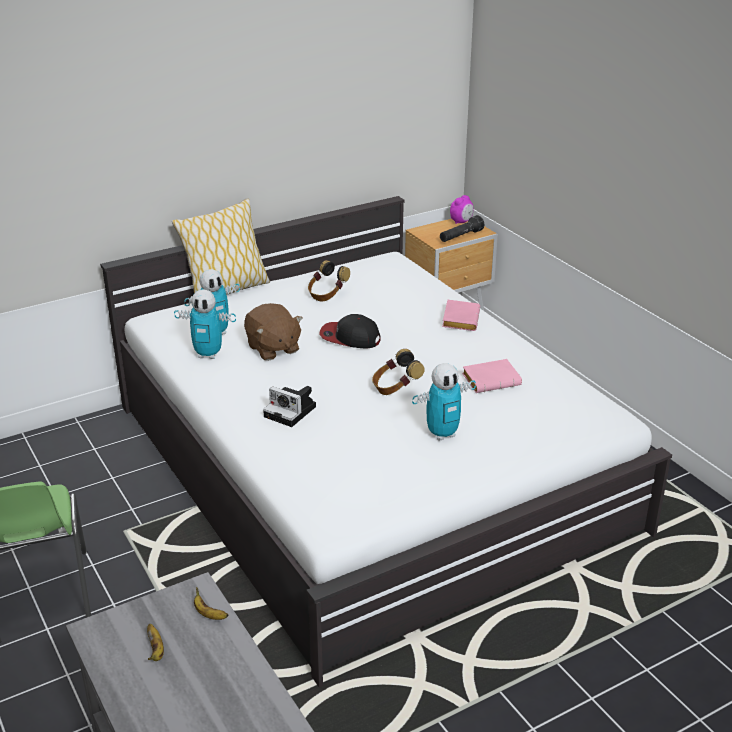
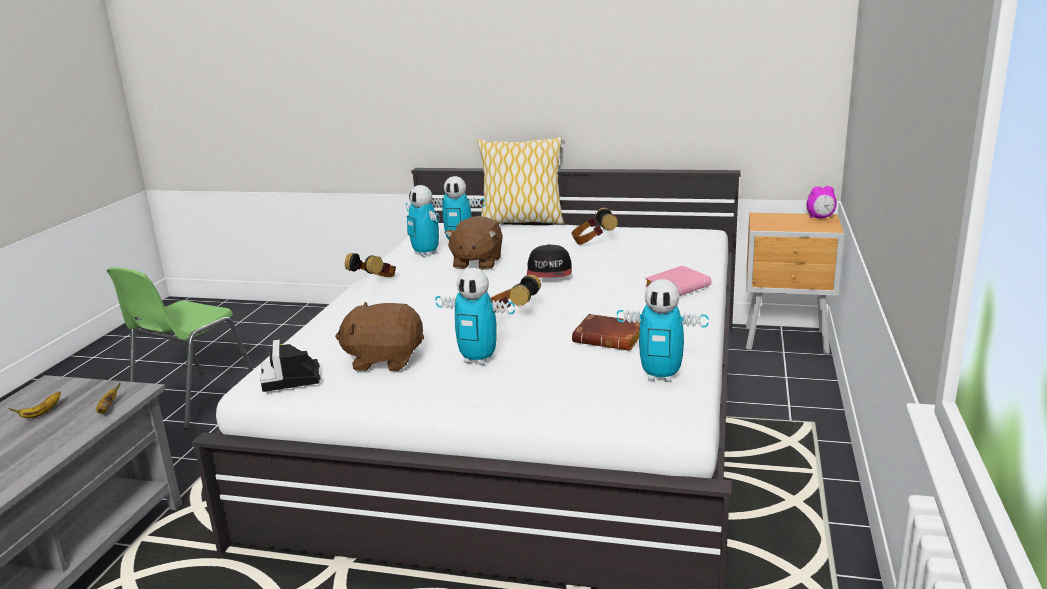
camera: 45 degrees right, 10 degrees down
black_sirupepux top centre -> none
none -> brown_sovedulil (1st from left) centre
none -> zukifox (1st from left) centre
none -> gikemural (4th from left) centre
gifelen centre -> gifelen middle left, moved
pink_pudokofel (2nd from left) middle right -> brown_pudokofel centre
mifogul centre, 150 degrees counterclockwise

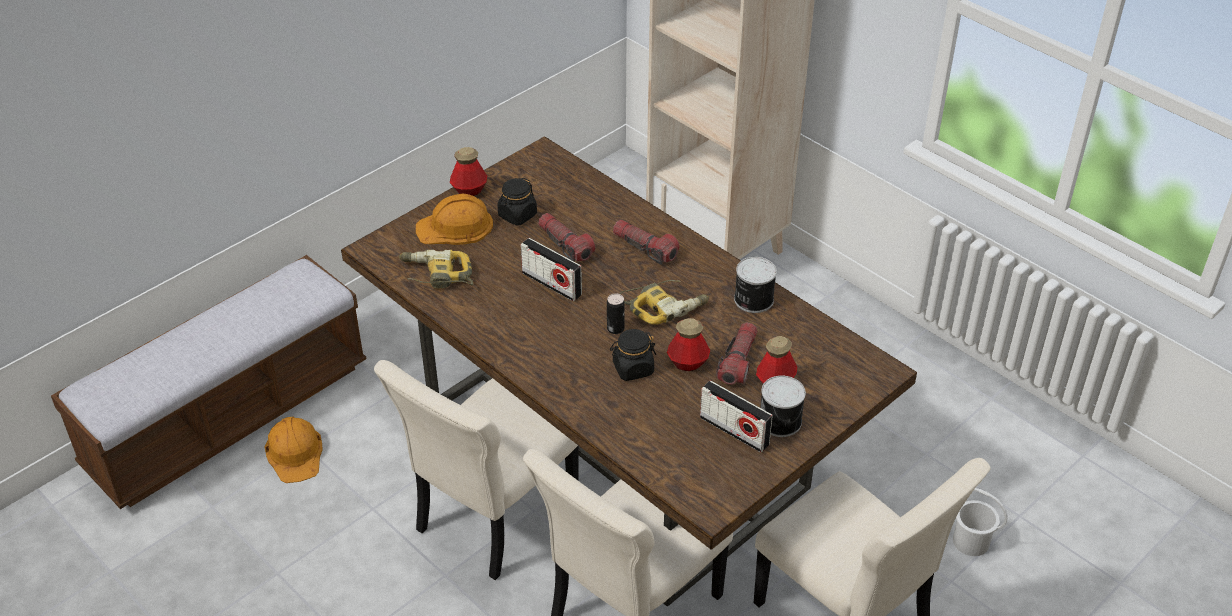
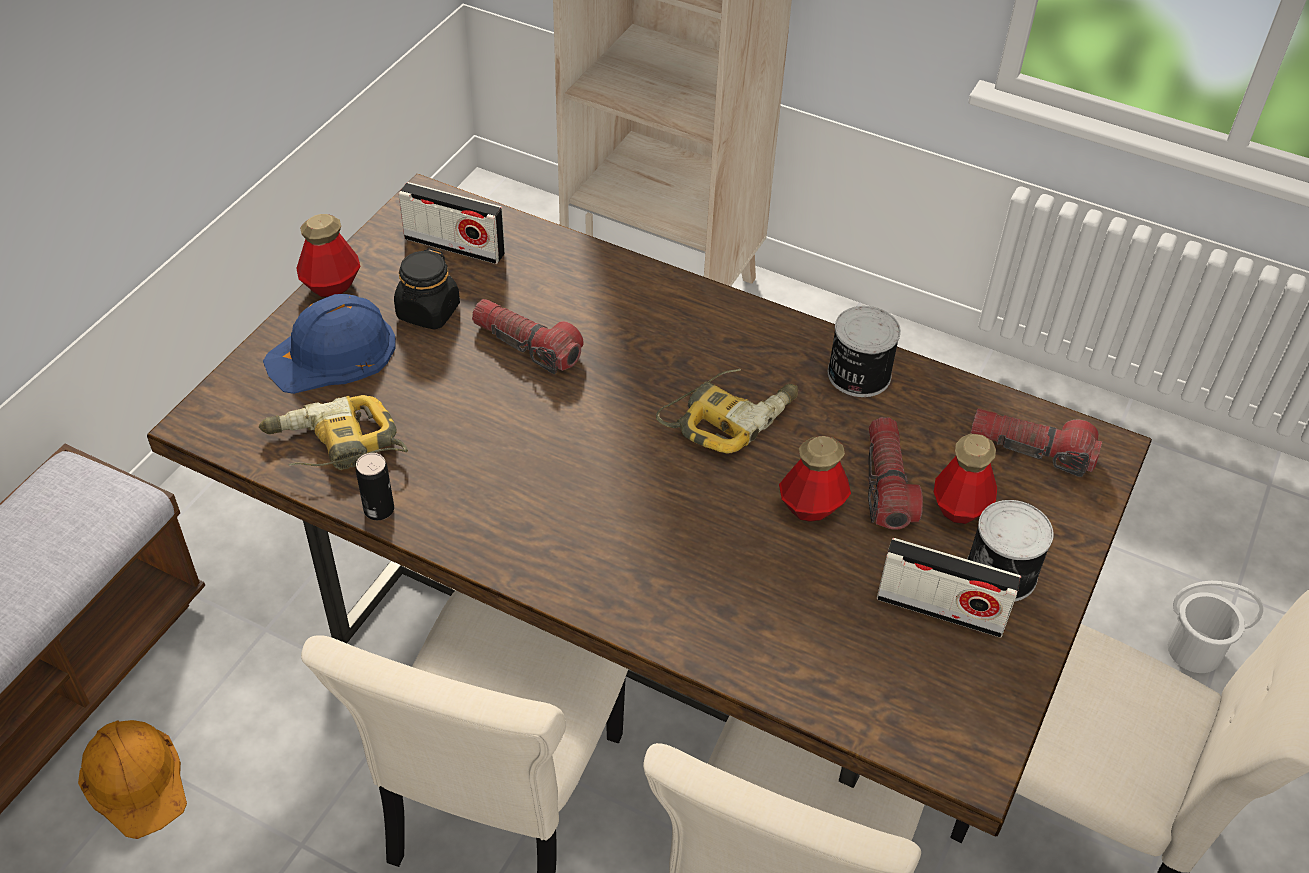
camera: 20 degrees left, 5 degrees up
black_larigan (2nd from left) centre -> none
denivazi (1st from left) centre -> denivazi (1st from left) top centre, moved
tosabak (1st from left) centre -> tosabak (1st from left) middle left, moved
sirupepux (2nd from left in the first image) centre -> sirupepux (3rd from left) middle right, moved
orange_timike (2nd from left) centre -> blue_timike middle left

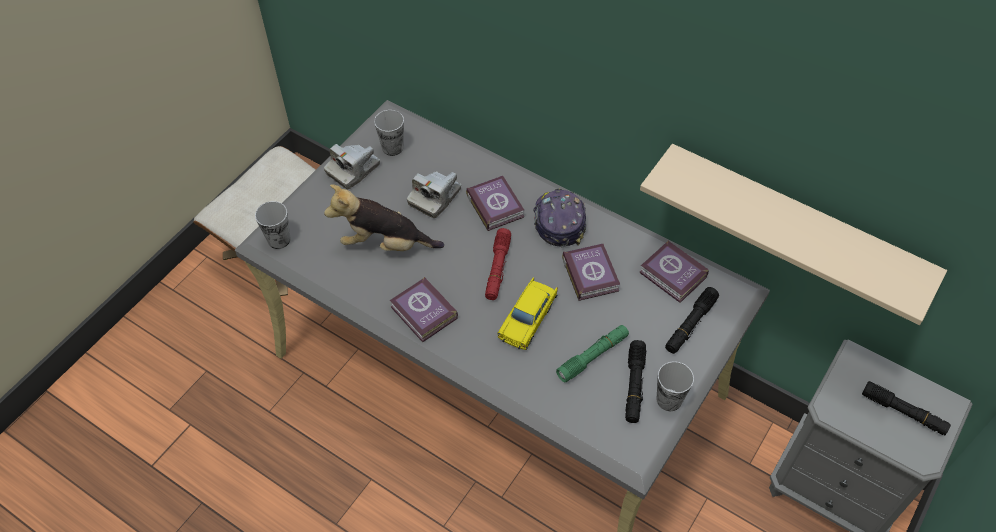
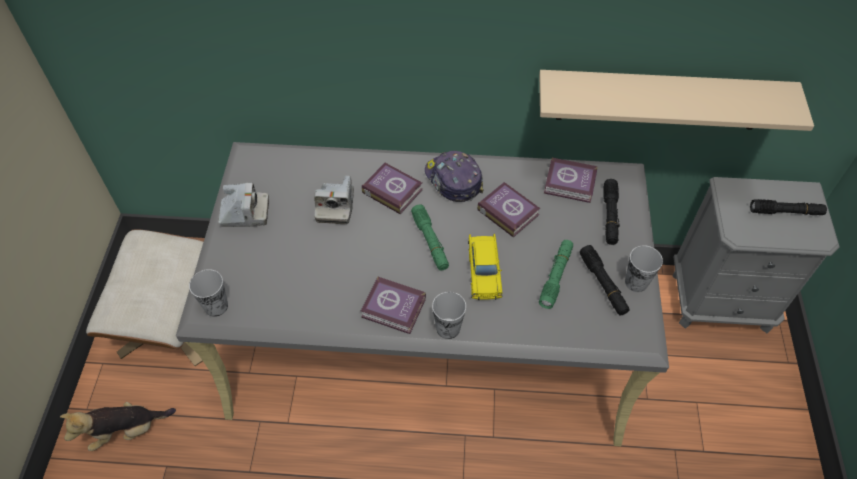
camera: 30 degrees left, 0 degrees up
sovedulil centre -> sovedulil bottom left, moved
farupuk (2nd from left) top centre -> farupuk (2nd from left) centre, moved
red_sirupepux centre -> green_sirupepux (1st from left) centre
gifelen (1st from left) top centre -> gifelen (1st from left) middle left, 105 degrees counterclockwise

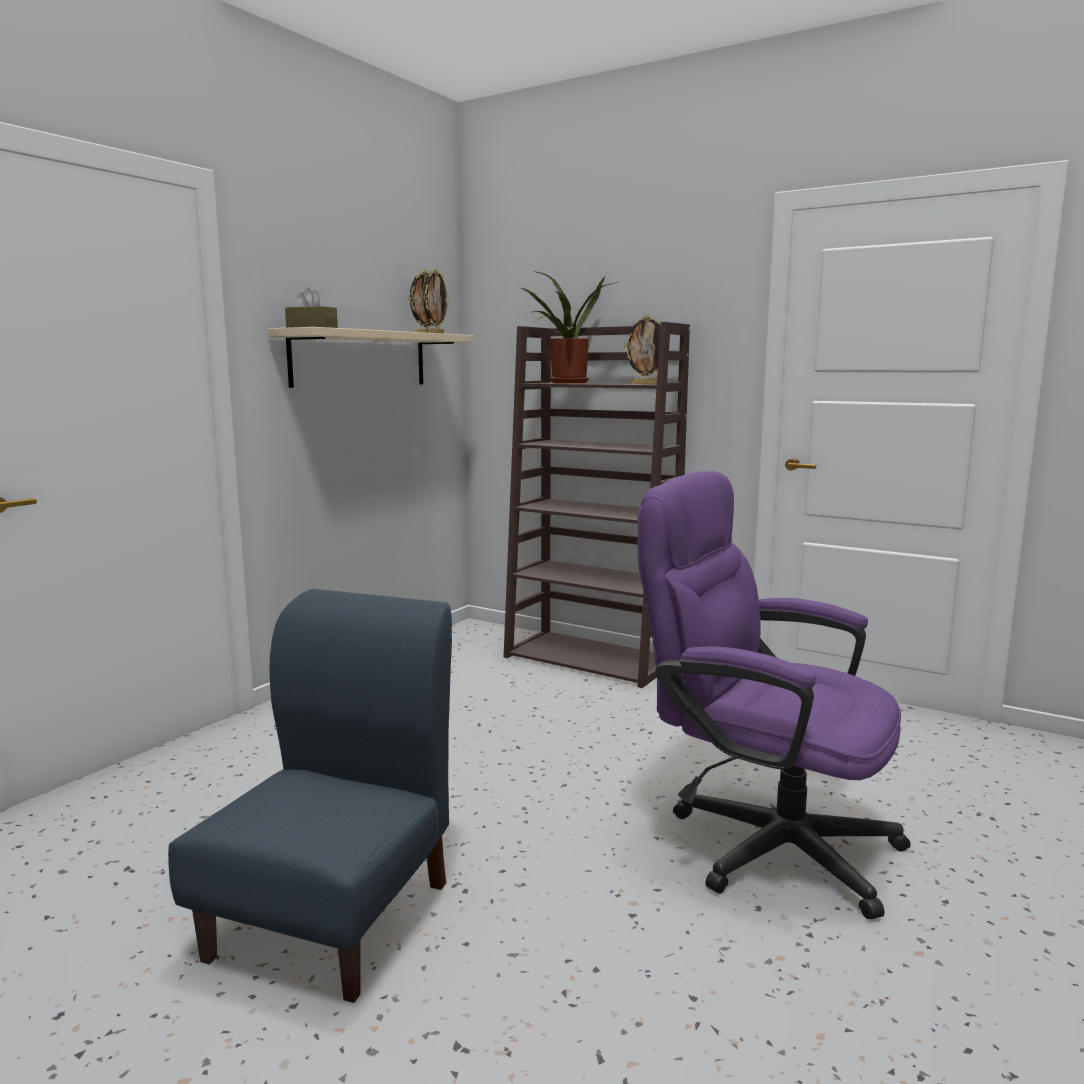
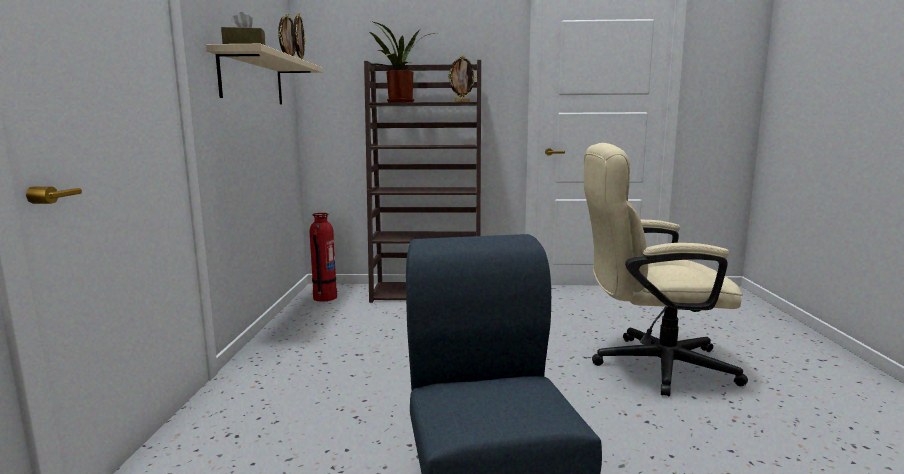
camera: 30 degrees left, 0 degrees up
none -> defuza centre
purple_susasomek middle right -> beige_susasomek middle right

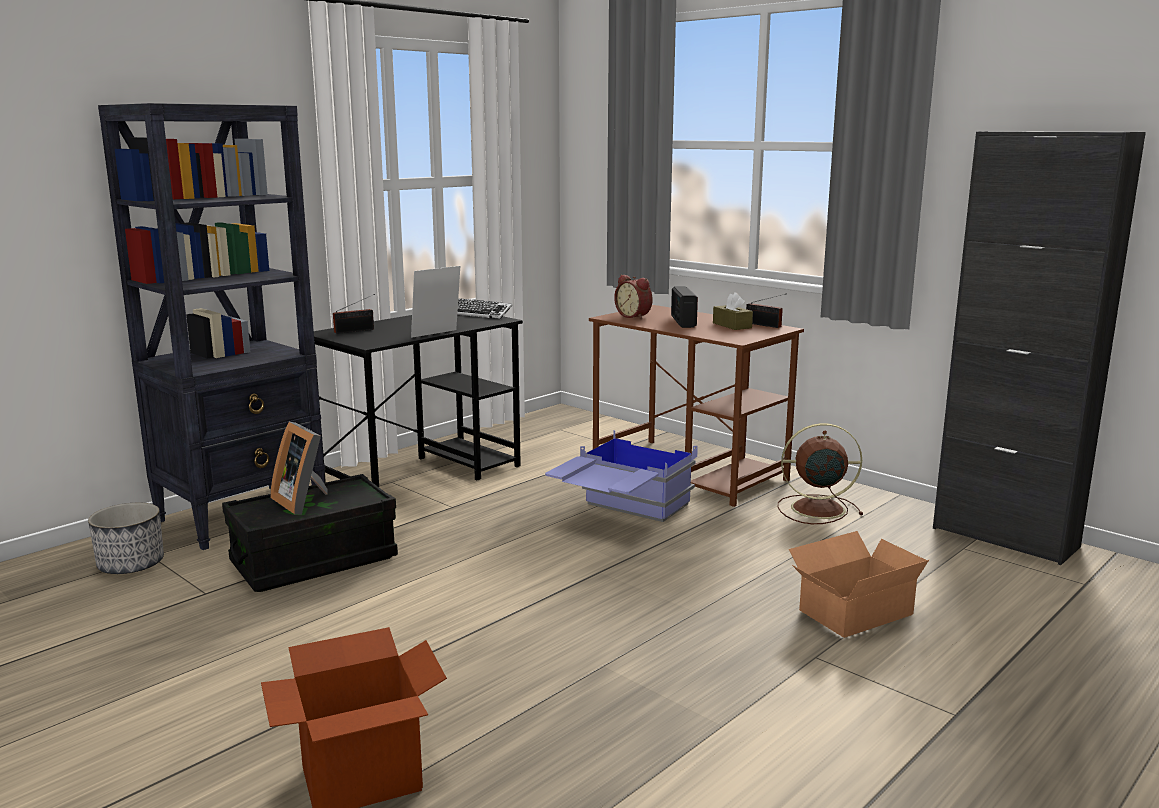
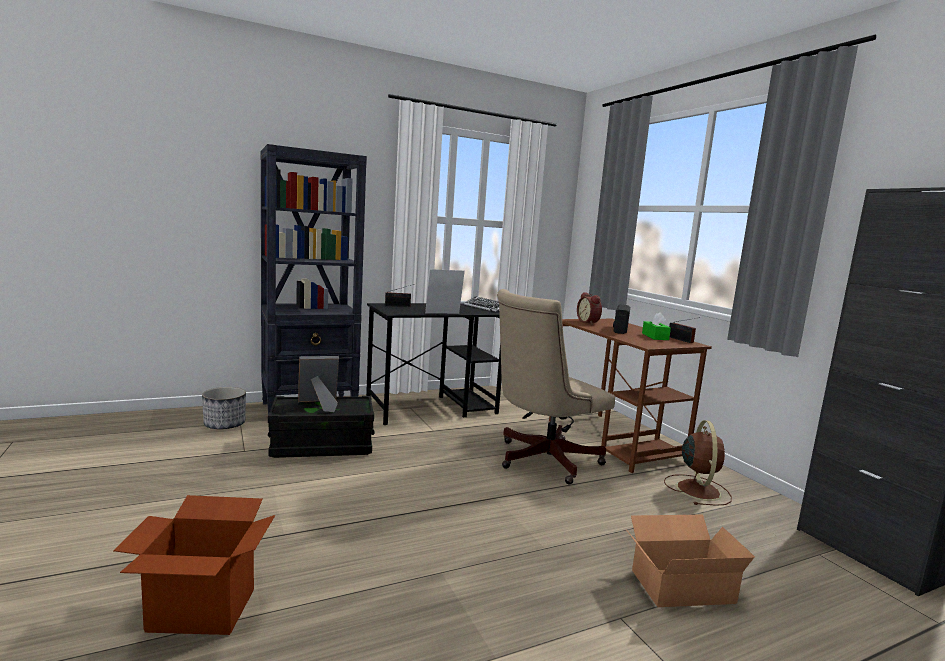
camera: 20 degrees right, 5 degrees down
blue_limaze centre -> beige_susasomek centre
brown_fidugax centre -> green_fidugax middle right
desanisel (1st from left) middle left -> desanisel (1st from left) centre, 90 degrees clockwise
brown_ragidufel middle right -> brown_ragidufel bottom right, 75 degrees clockwise

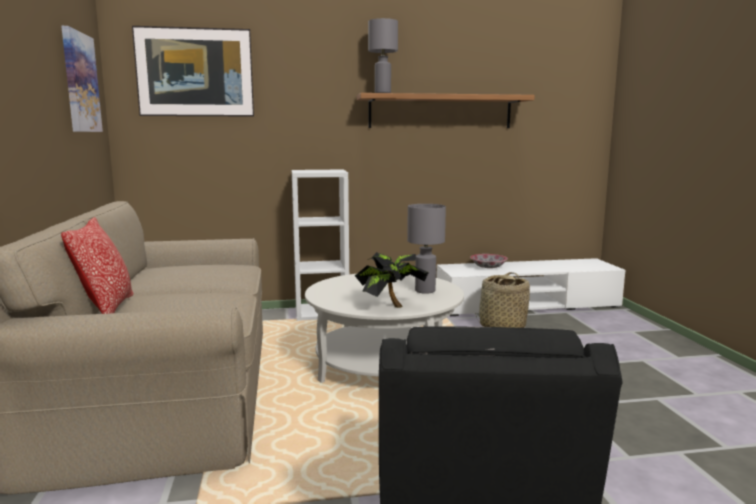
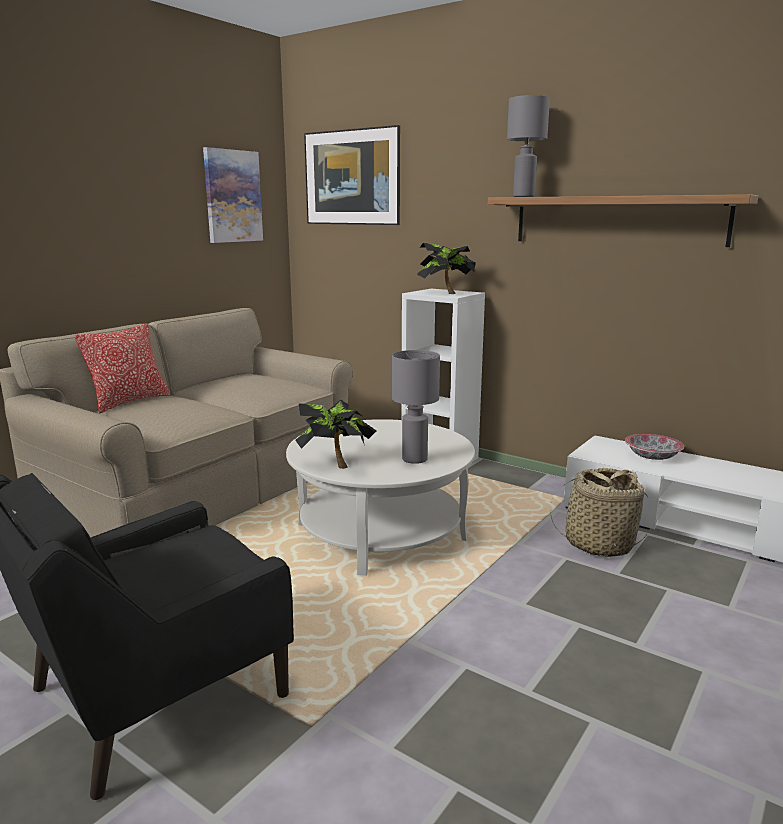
camera: 45 degrees right, 5 degrees up
none -> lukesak (2nd from left) top centre

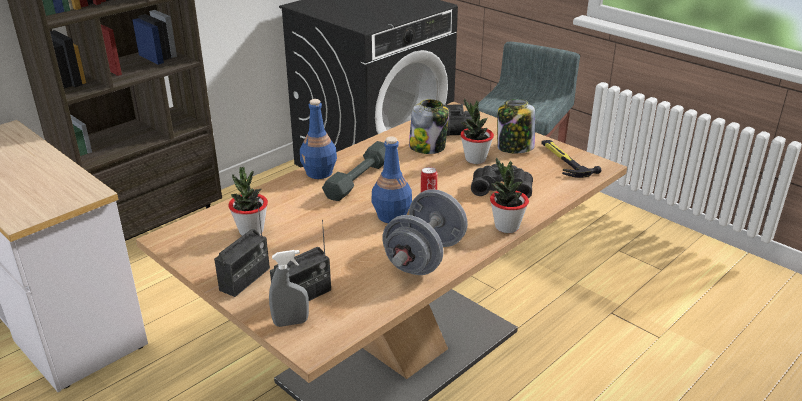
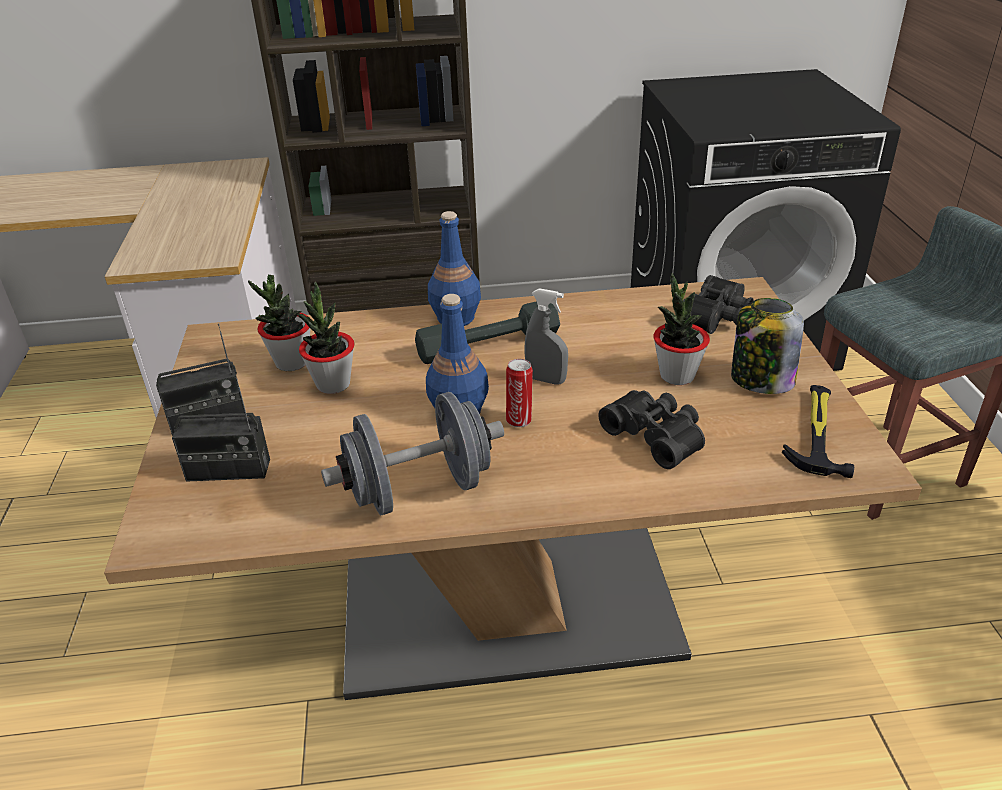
camera: 40 degrees right, 5 degrees up
larigan (1st from left) top centre -> none
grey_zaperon bottom centre -> grey_zaperon centre, moved
lukesak (3rd from left in the first image) centre -> lukesak (2nd from left) middle left, moved

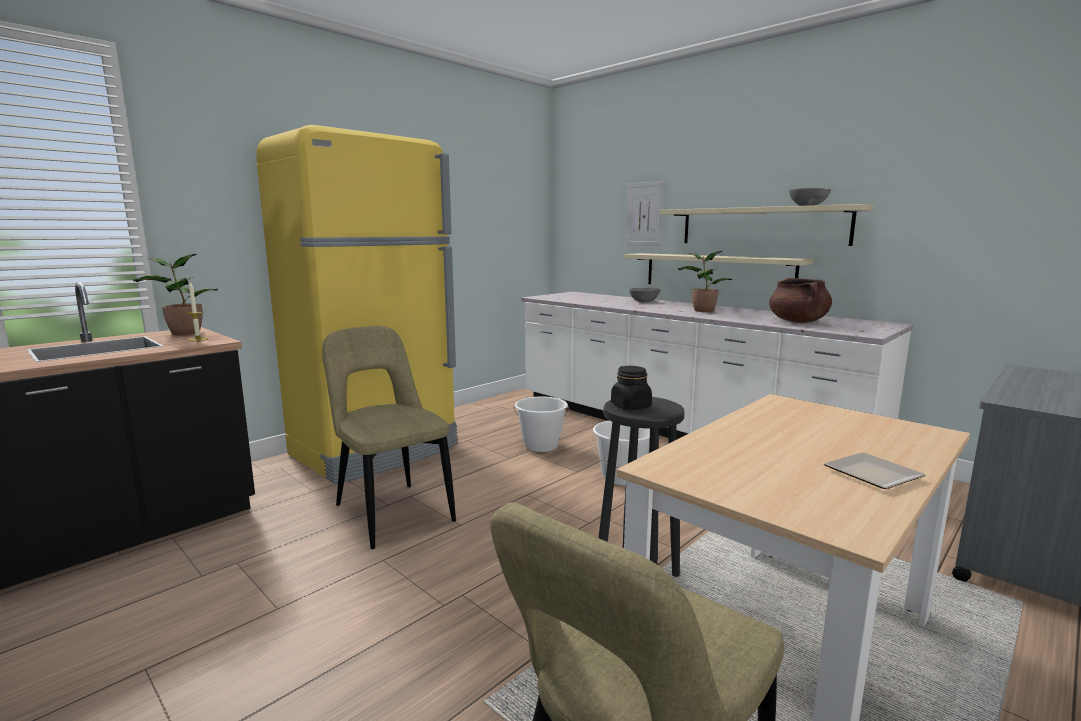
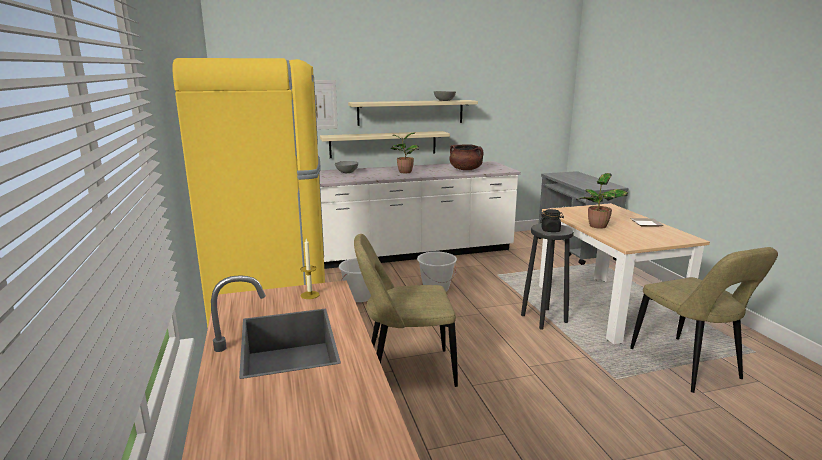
camera: 60 degrees left, 5 degrees up
lukesak (1st from left in the first image) middle left -> lukesak (2nd from left) middle right, moved

